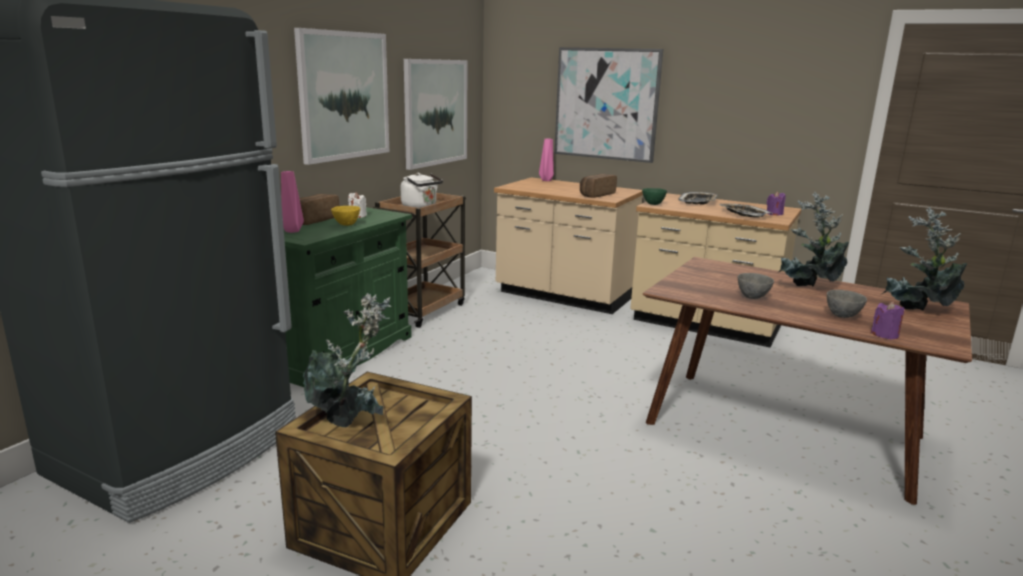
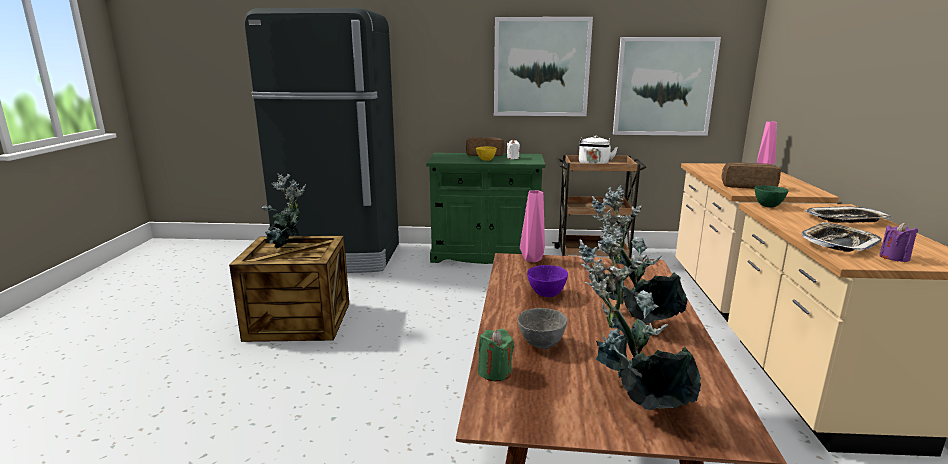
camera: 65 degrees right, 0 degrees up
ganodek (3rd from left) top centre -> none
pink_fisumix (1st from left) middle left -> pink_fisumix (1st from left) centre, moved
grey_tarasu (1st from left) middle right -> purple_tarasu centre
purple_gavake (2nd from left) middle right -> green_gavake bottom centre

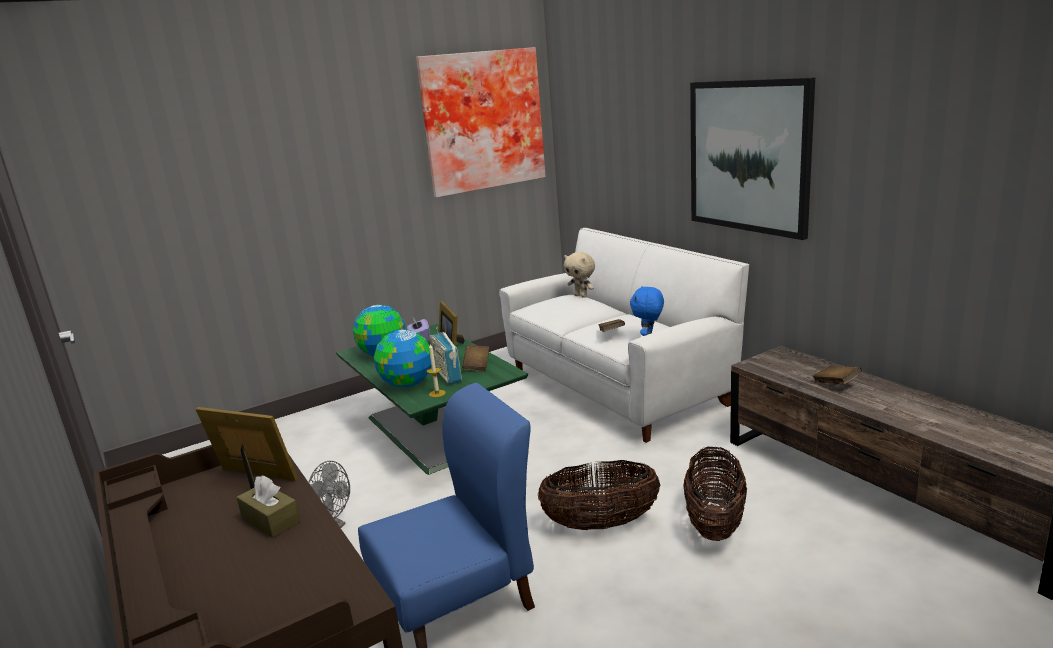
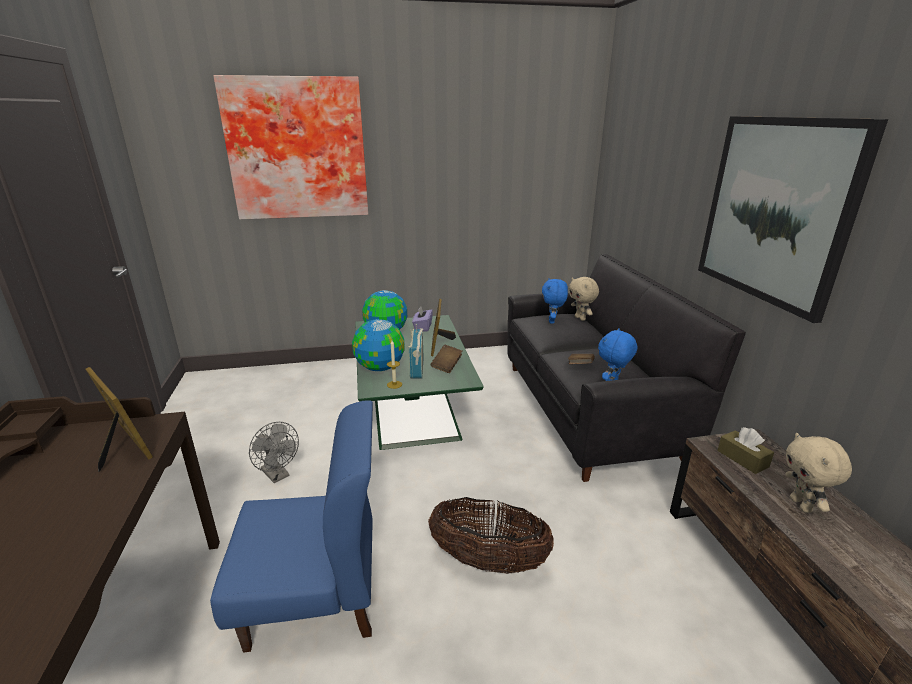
camera: 20 degrees right, 5 degrees up
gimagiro (2nd from left) bottom right -> none
none -> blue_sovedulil (1st from left) centre
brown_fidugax bottom left -> brown_fidugax middle right, moved
ganodek (1st from left) top centre -> ganodek (1st from left) top left, moved
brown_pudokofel (3rd from left) middle right -> beige_sovedulil (2nd from left) bottom right
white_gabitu centre -> black_gabitu middle right

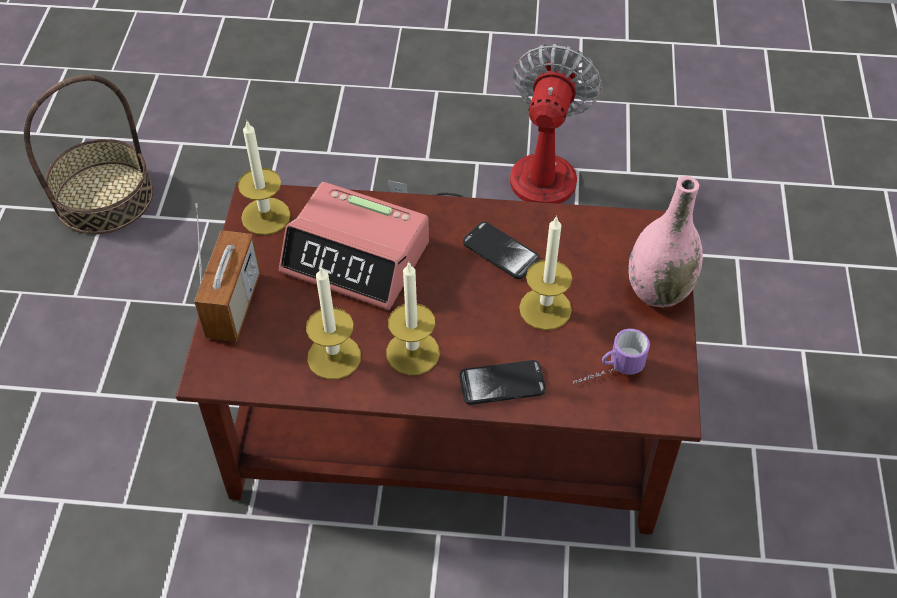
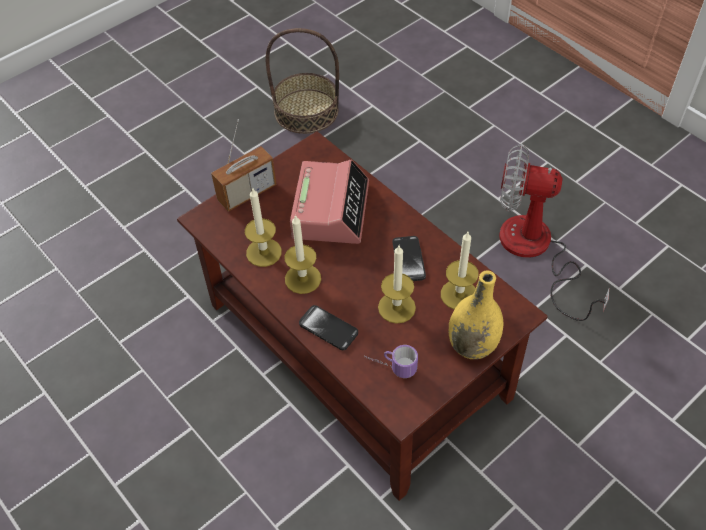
camera: 45 degrees right, 0 degrees up
gavake (1st from left in the first image) top left -> gavake (4th from left) centre, moved
pink_fisumix middle right -> yellow_fisumix middle right
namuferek centre, 150 degrees counterclockwise
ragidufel top centre -> ragidufel middle right, 135 degrees counterclockwise

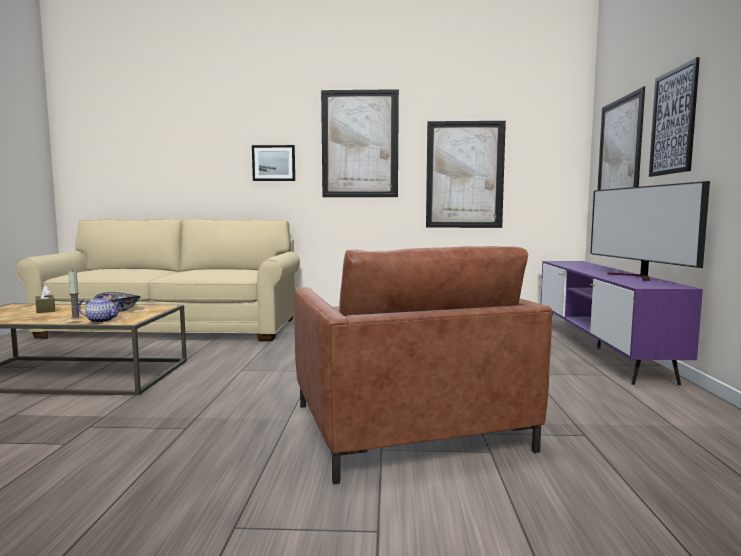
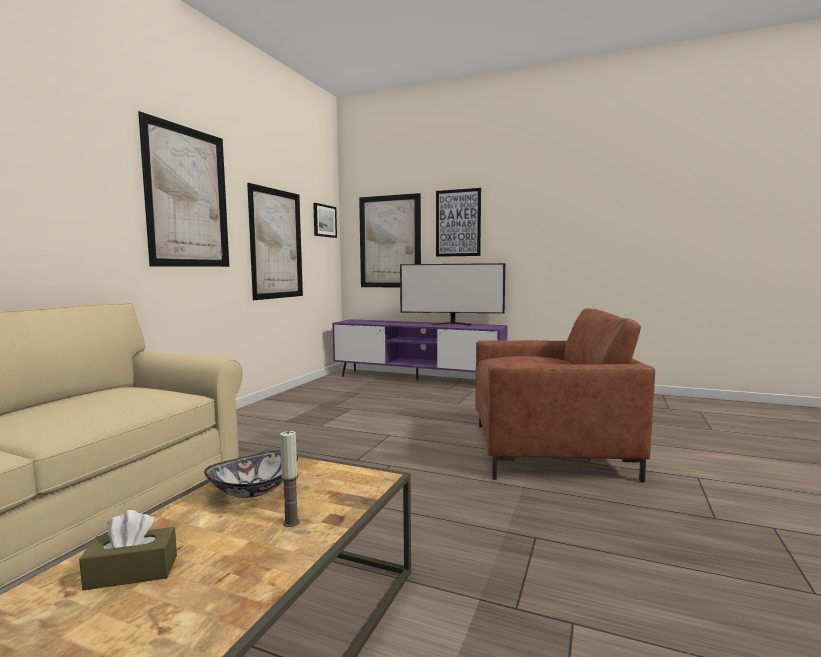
camera: 70 degrees left, 0 degrees up
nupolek middle left -> none
ganodek (1st from left in the first image) top centre -> ganodek (3rd from left) centre, moved

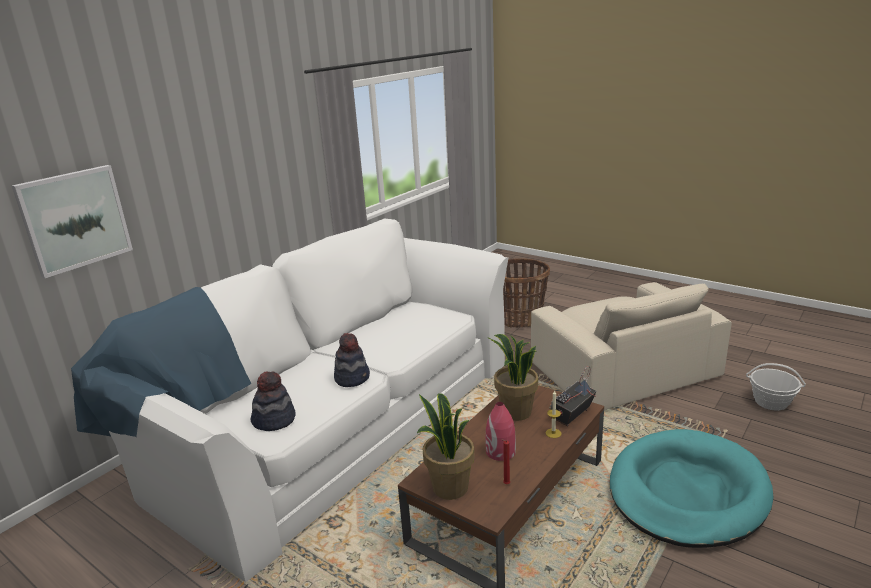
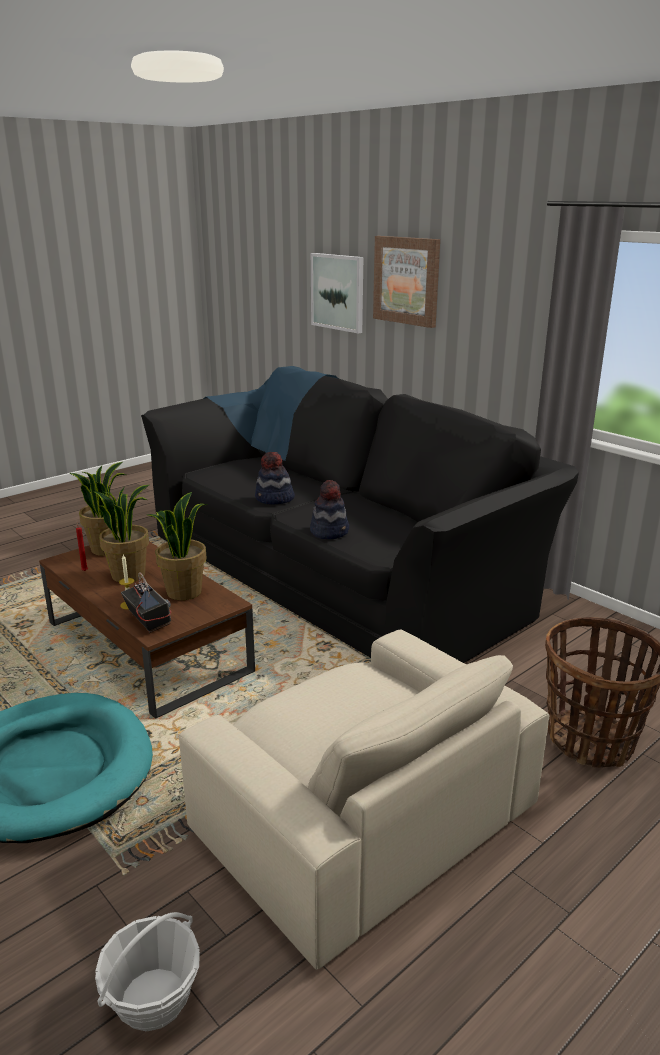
camera: 100 degrees right, 0 degrees up
none -> ganodek (2nd from left) top centre
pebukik (1st from left in the first image) bottom left -> pebukik (2nd from left) centre, moved
red_fisumix bottom centre -> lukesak (2nd from left) middle left
white_gabitu bottom left -> black_gabitu centre
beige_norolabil middle right -> beige_norolabil bottom centre, 120 degrees counterclockwise

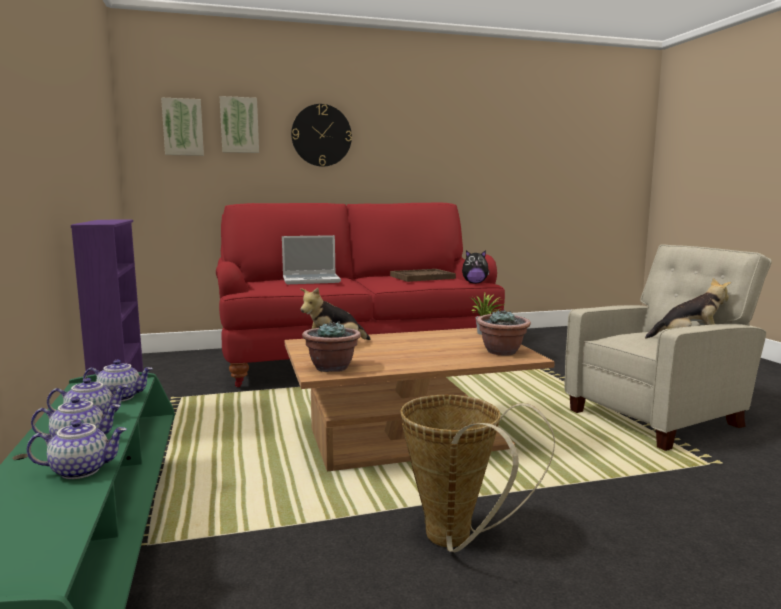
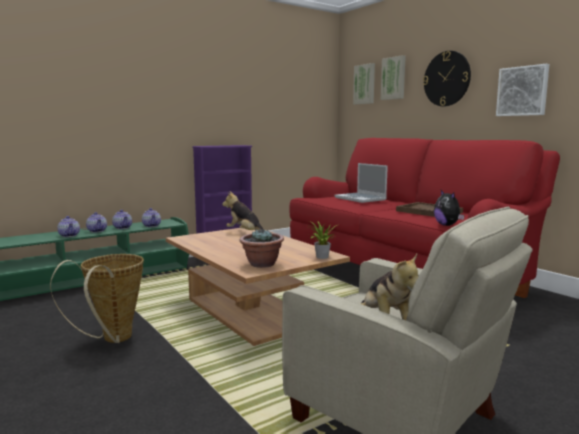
camera: 70 degrees right, 0 degrees up
lukesak (1st from left) centre -> none
none -> ganodek (3rd from left) top right

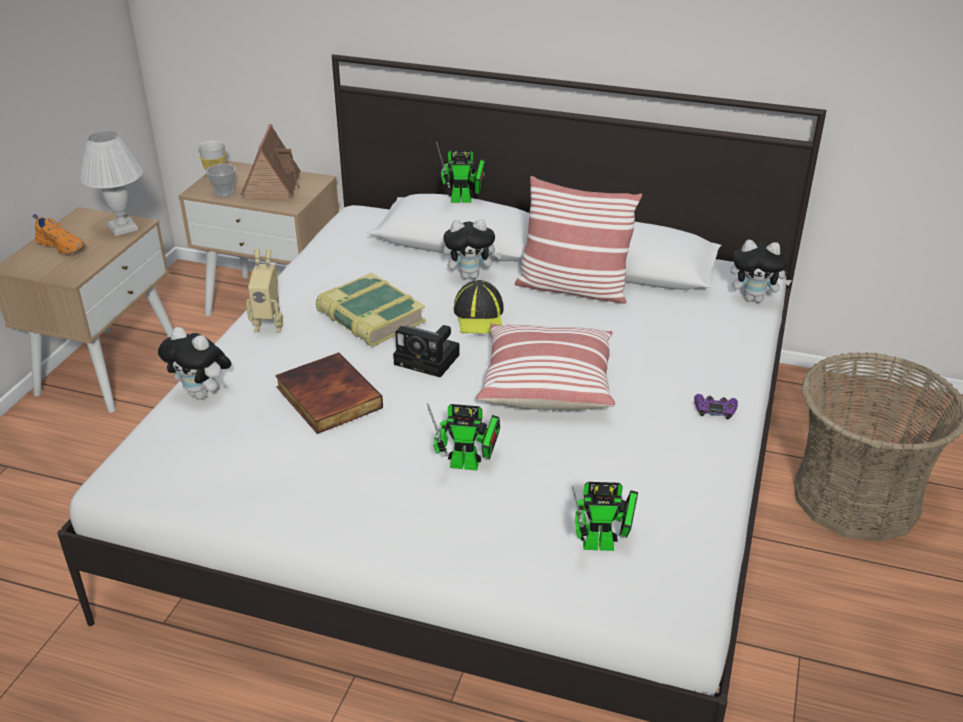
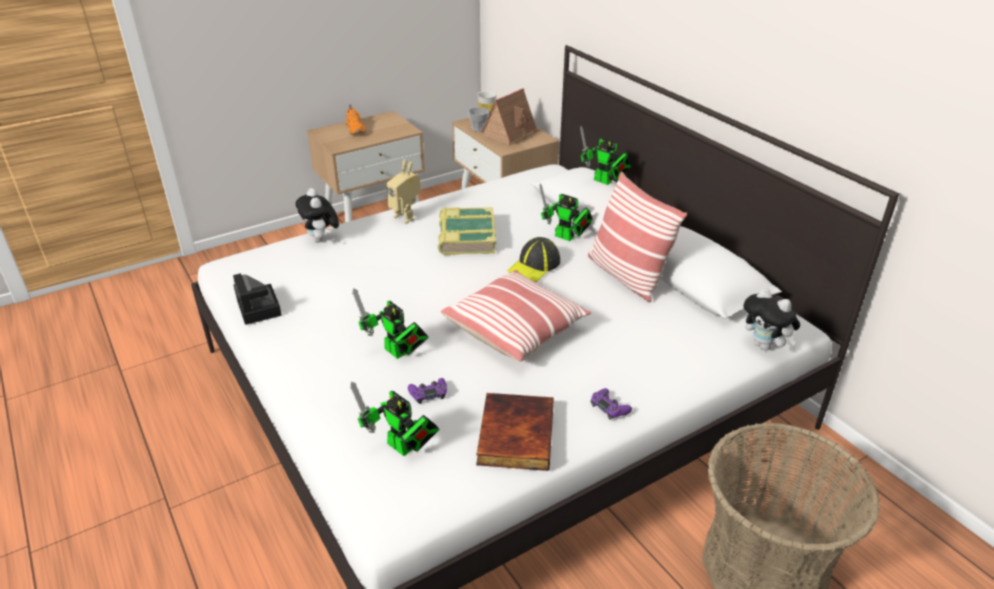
camera: 40 degrees right, 0 degrees up
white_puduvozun top left -> none
none -> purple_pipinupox (1st from left) centre
pudokofel (1st from left in the first image) centre -> pudokofel (2nd from left) bottom centre, moved
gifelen centre -> gifelen middle left, moved
sovedulil (2nd from left) centre -> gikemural (4th from left) centre

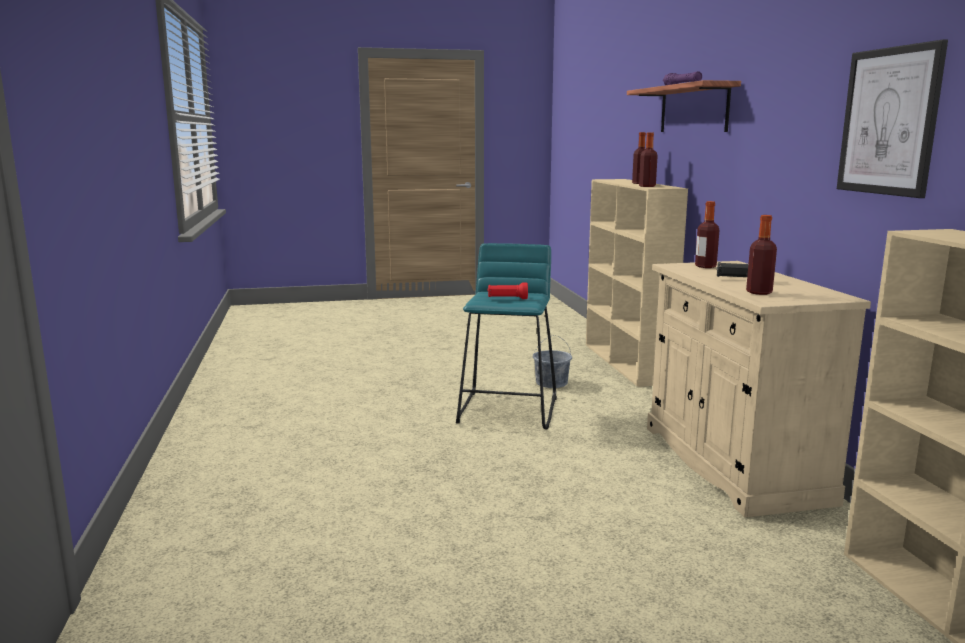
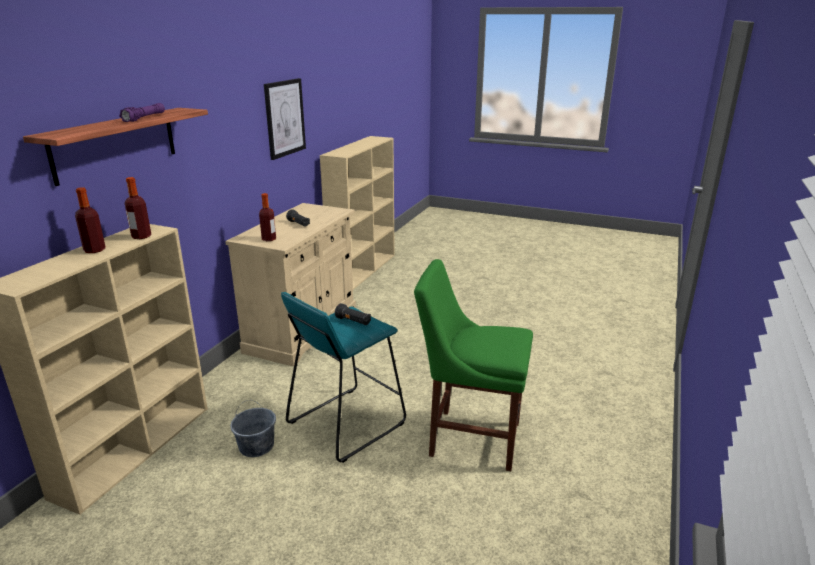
camera: 145 degrees left, 10 degrees up
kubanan (4th from left) middle right -> none
none -> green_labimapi centre
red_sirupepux centre -> black_sirupepux (2nd from left) centre

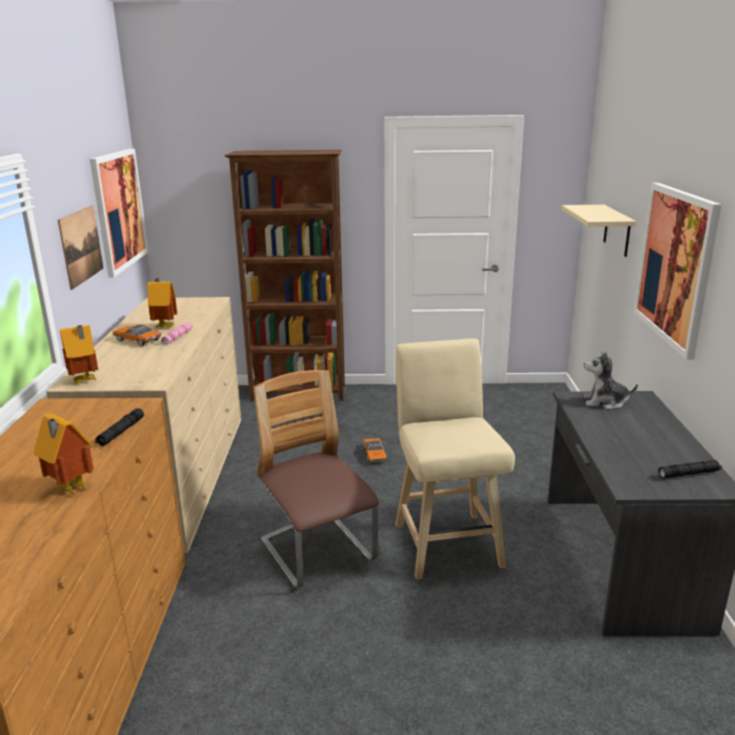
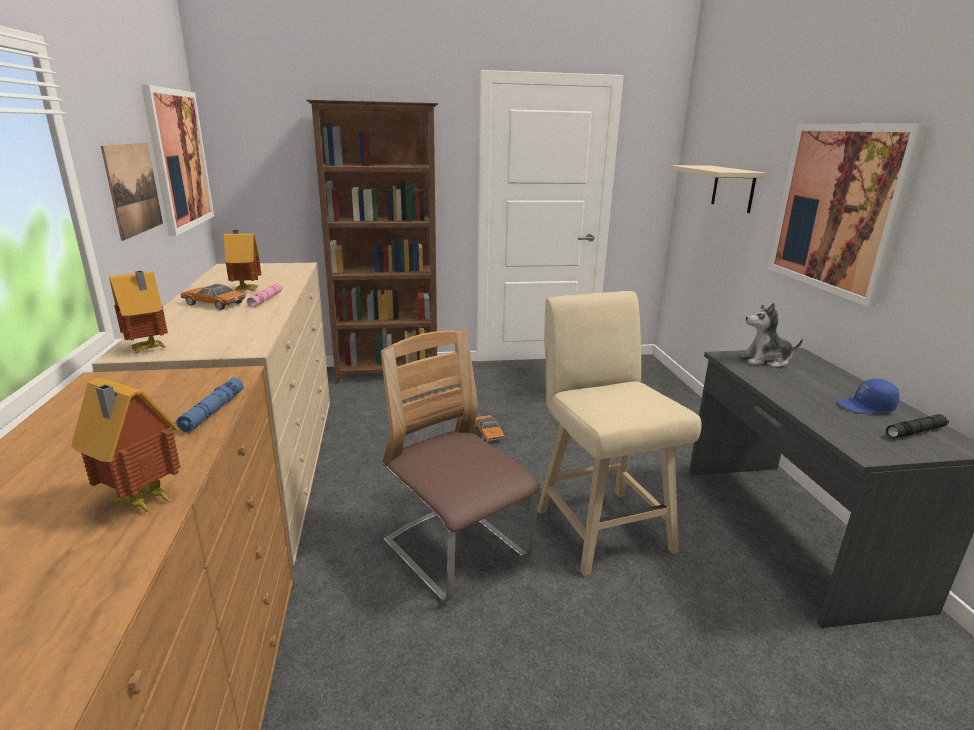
camera: 10 degrees left, 0 degrees up
none -> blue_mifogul middle right
black_sirupepux (1st from left) middle left -> blue_sirupepux middle left

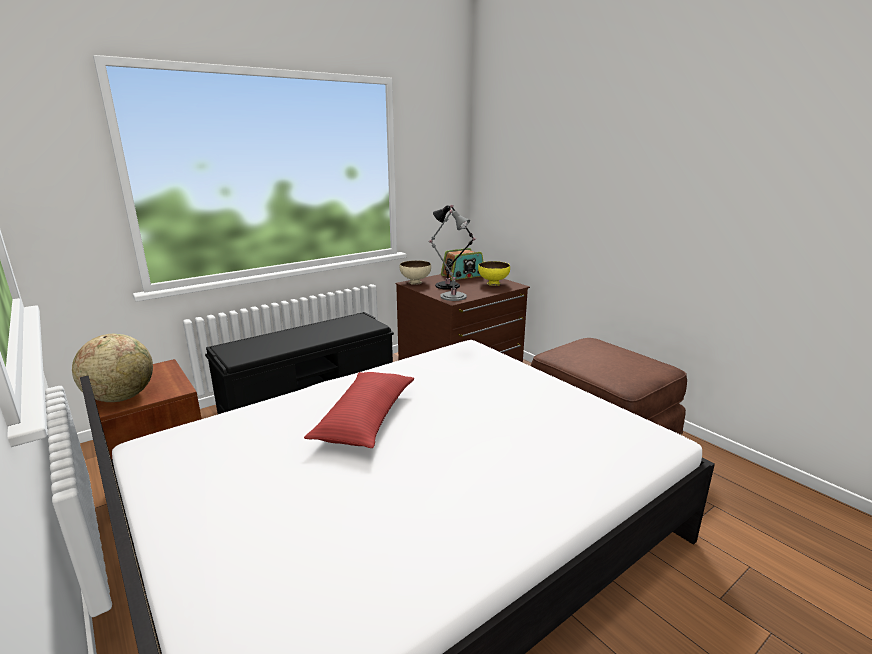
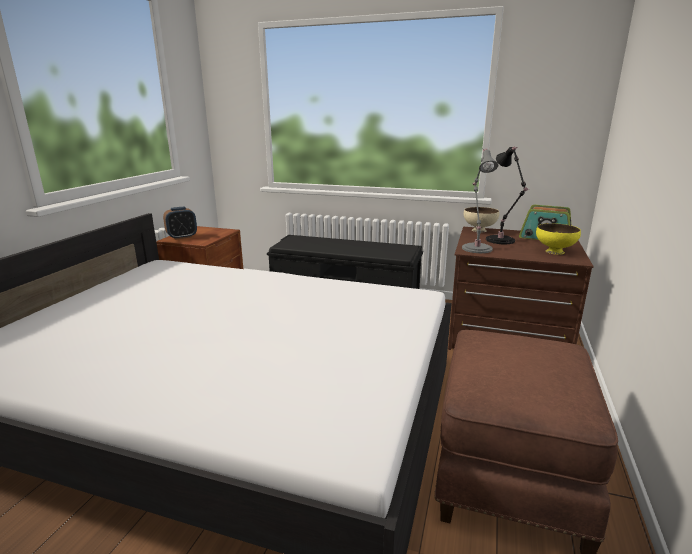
camera: 55 degrees right, 0 degrees up
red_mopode centre -> none
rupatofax middle left -> namuferek middle left

